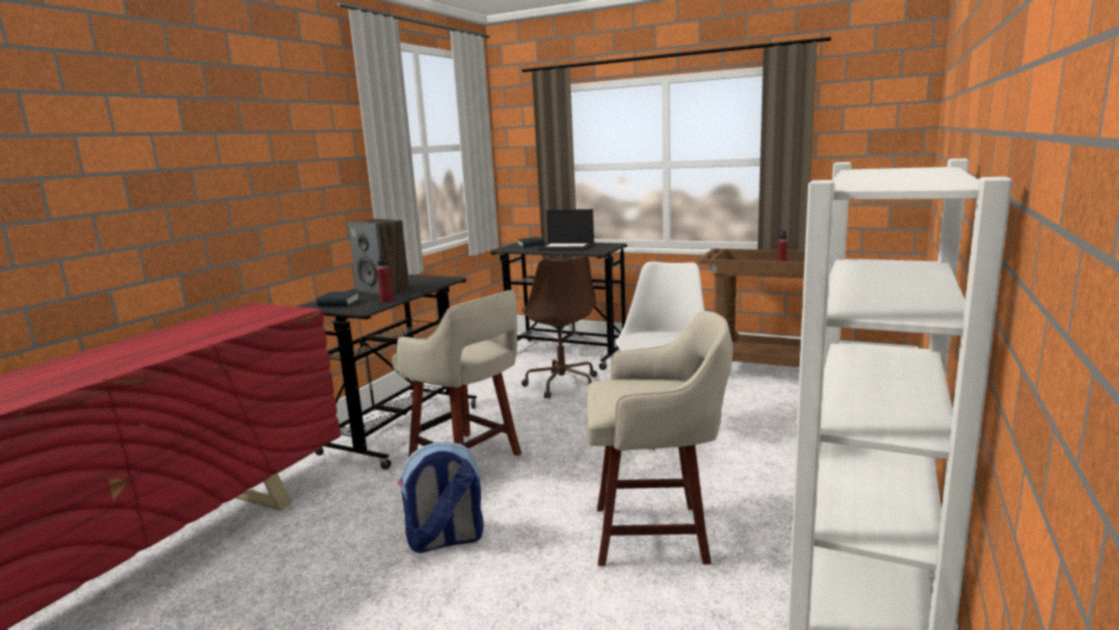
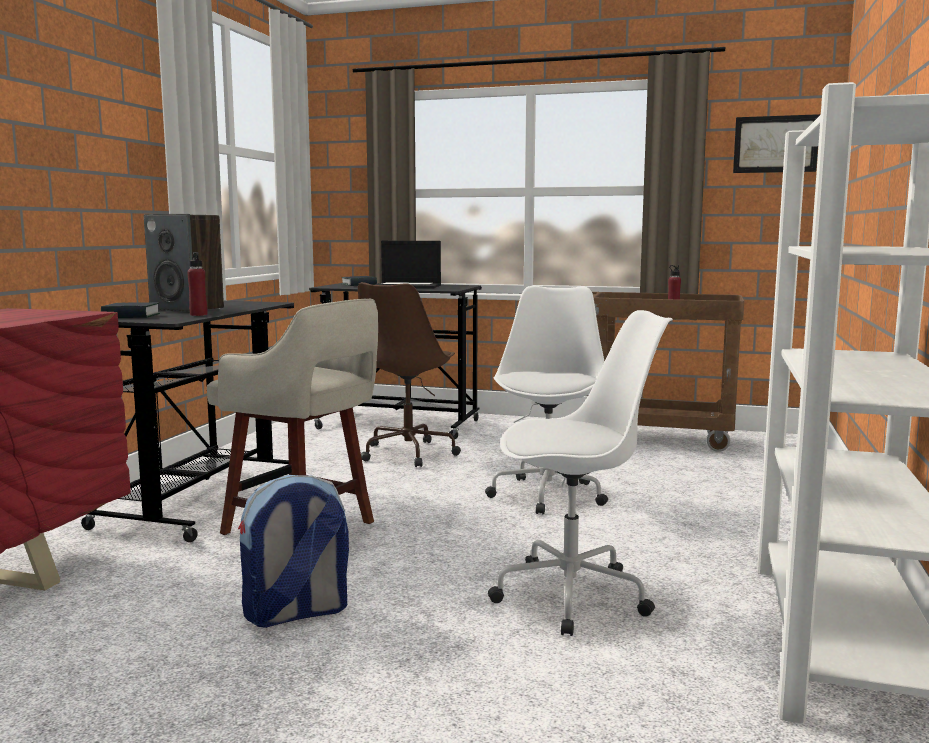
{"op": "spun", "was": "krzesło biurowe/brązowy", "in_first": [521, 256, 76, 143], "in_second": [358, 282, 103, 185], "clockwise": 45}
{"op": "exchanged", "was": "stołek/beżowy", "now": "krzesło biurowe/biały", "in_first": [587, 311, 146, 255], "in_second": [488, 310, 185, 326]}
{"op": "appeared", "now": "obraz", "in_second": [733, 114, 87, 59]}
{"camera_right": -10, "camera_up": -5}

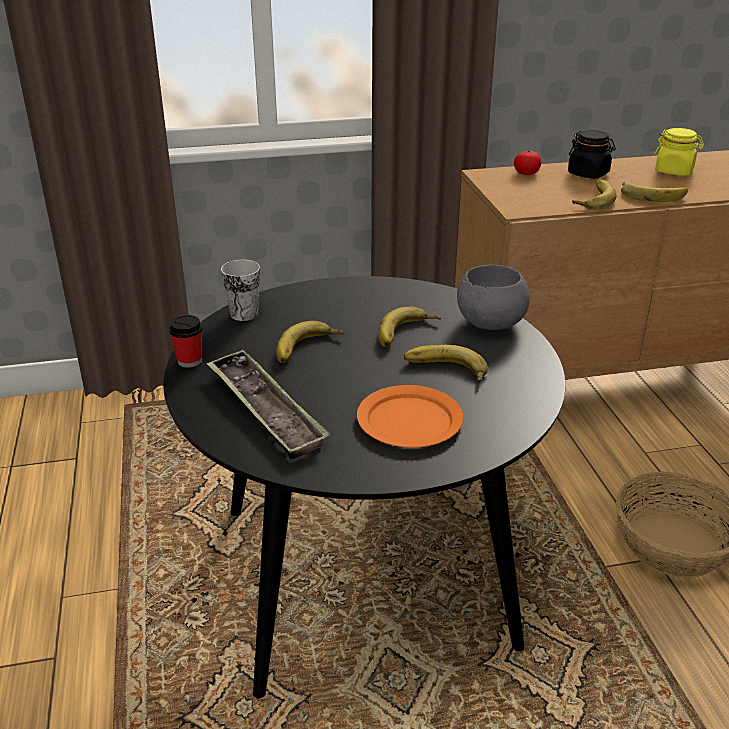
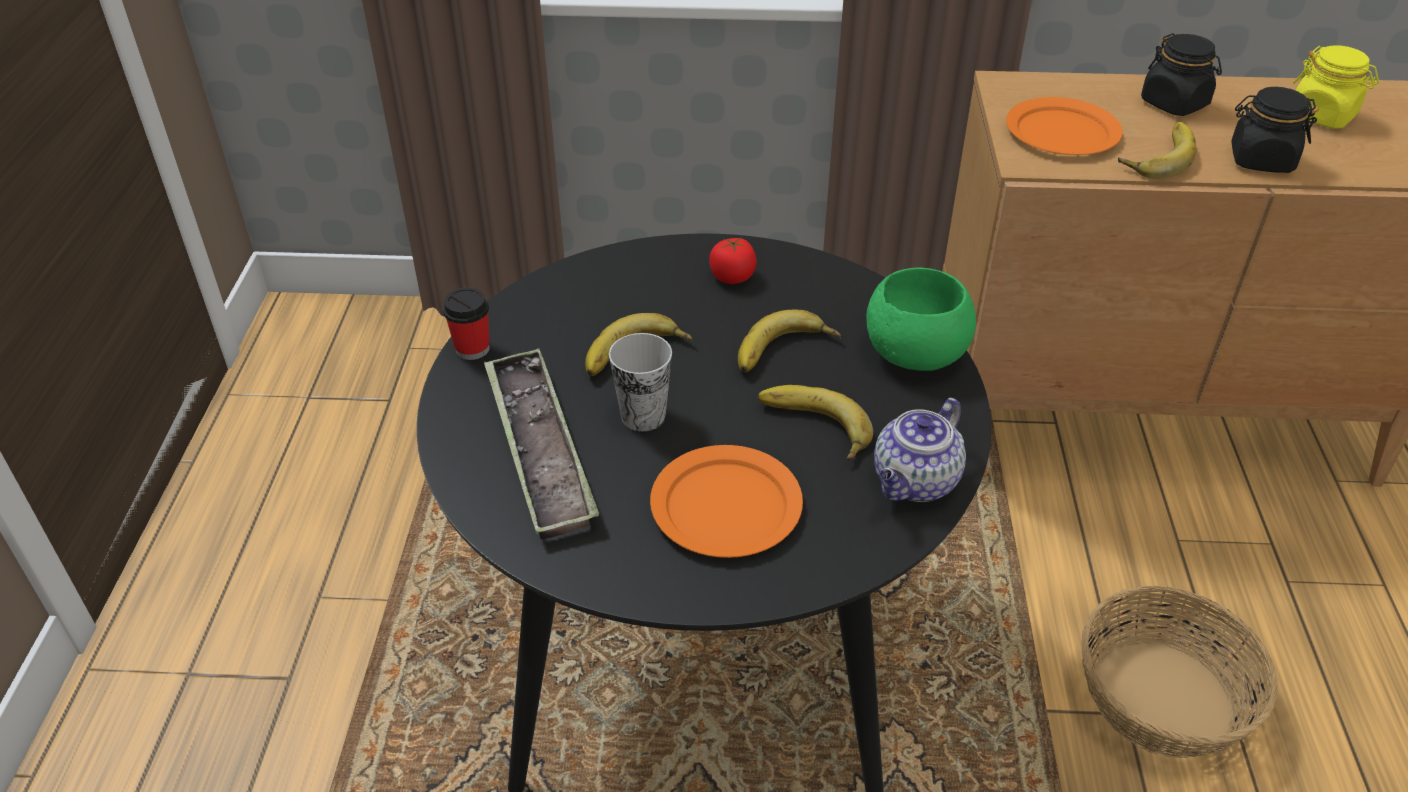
{"op": "relocated", "was": "filiżanka", "in_first": [221, 260, 39, 61], "in_second": [609, 333, 63, 98]}
{"op": "relocated", "was": "pomidor", "in_first": [514, 150, 27, 25], "in_second": [709, 238, 48, 46]}
{"op": "colour", "was": "miska/szary", "now": "miska/zielony", "in_first": [457, 265, 73, 65], "in_second": [866, 268, 110, 103]}
{"op": "appeared", "now": "imbryk", "in_second": [874, 398, 92, 104]}
{"op": "appeared", "now": "talerz/pomarańczowy", "in_second": [1006, 97, 117, 58]}
{"op": "exchanged", "was": "banan", "now": "słoik/czarny", "in_first": [621, 181, 67, 21], "in_second": [1231, 87, 88, 86]}
{"camera_right": 15, "camera_up": 10}

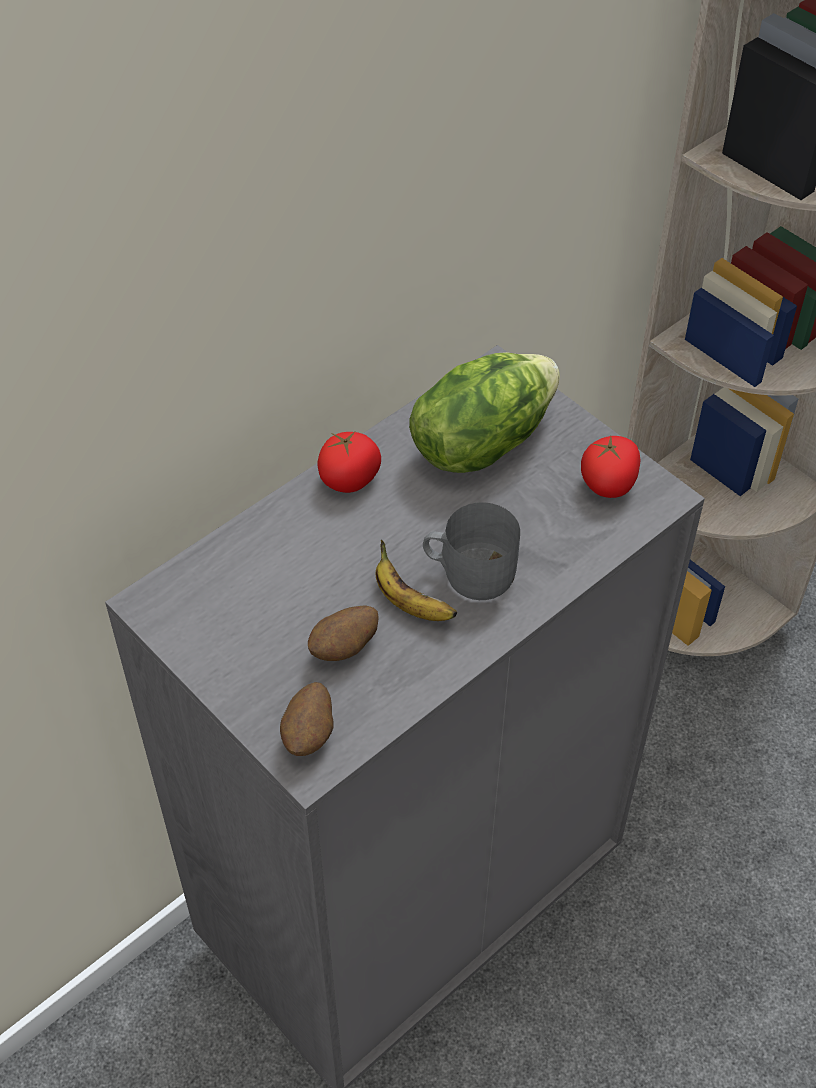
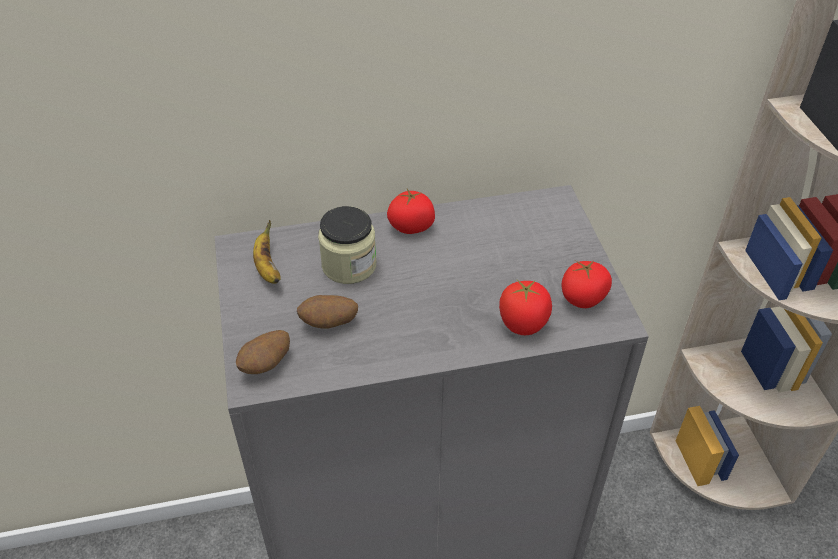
{"op": "relocated", "was": "banan", "in_first": [376, 540, 81, 81], "in_second": [253, 220, 28, 64]}
{"op": "appeared", "now": "słoik", "in_second": [318, 206, 58, 78]}
{"op": "appeared", "now": "pomidor", "in_second": [499, 280, 53, 55]}
{"op": "missing", "was": "sałata", "in_first": [409, 352, 151, 121]}
{"op": "missing", "was": "kubek/szary", "in_first": [423, 502, 97, 98]}
{"camera_right": 30, "camera_up": -5}

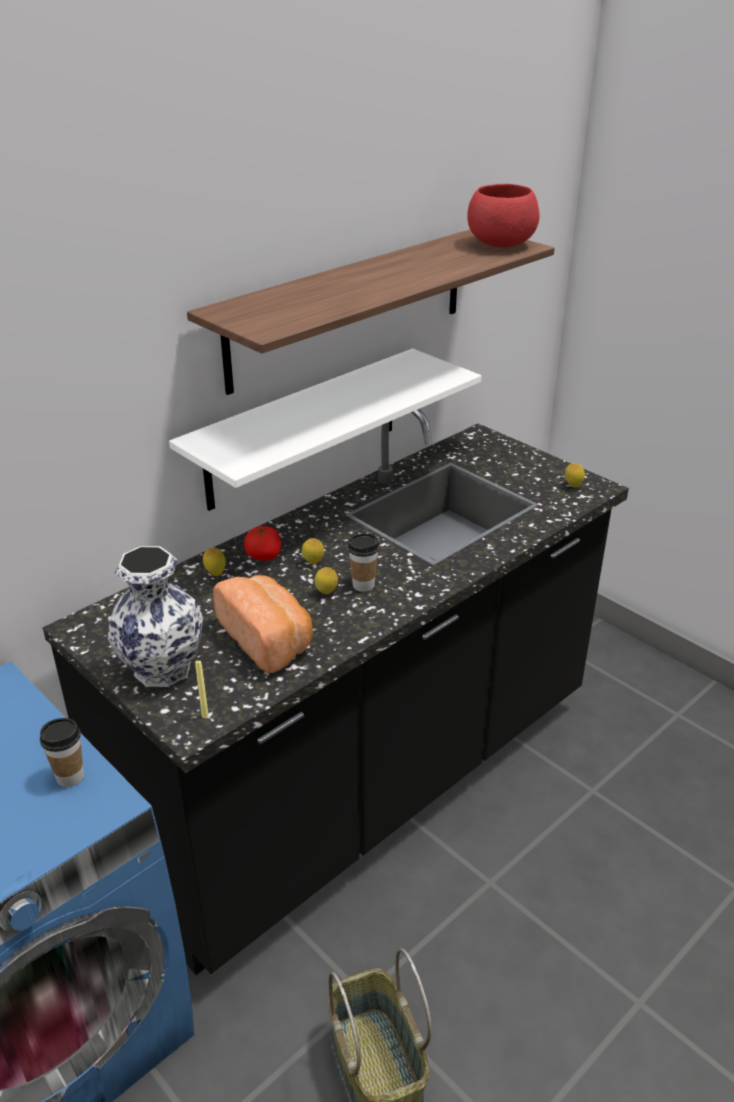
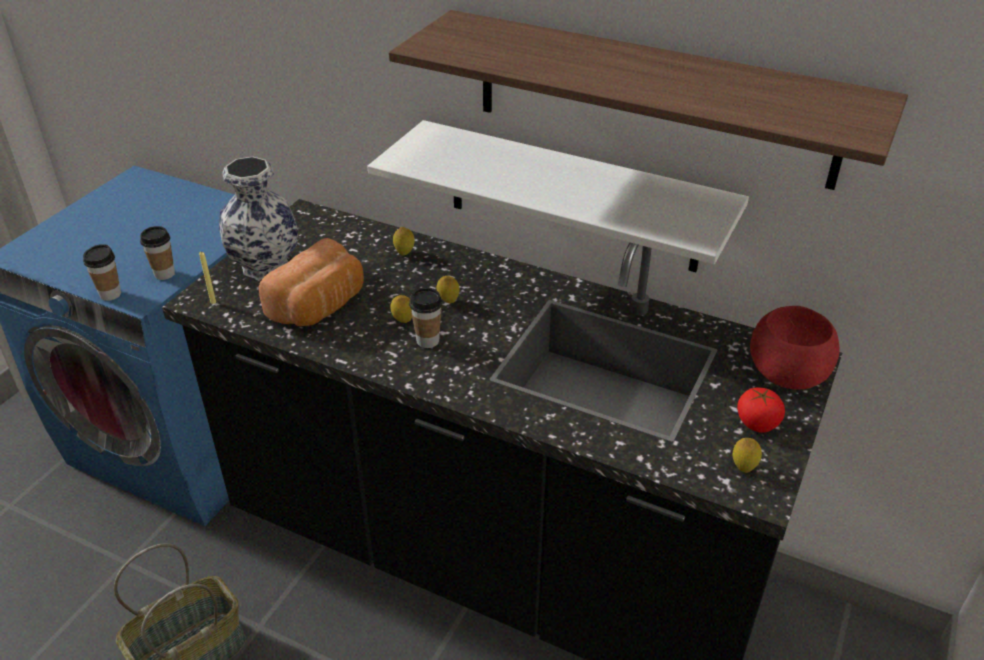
{"op": "appeared", "now": "filiżanka", "in_second": [83, 244, 38, 57]}
{"op": "relocated", "was": "pomidor", "in_first": [244, 526, 37, 35], "in_second": [737, 387, 48, 46]}
{"op": "relocated", "was": "miska/czerwony", "in_first": [467, 184, 73, 64], "in_second": [750, 306, 90, 84]}
{"camera_right": 70, "camera_up": 5}

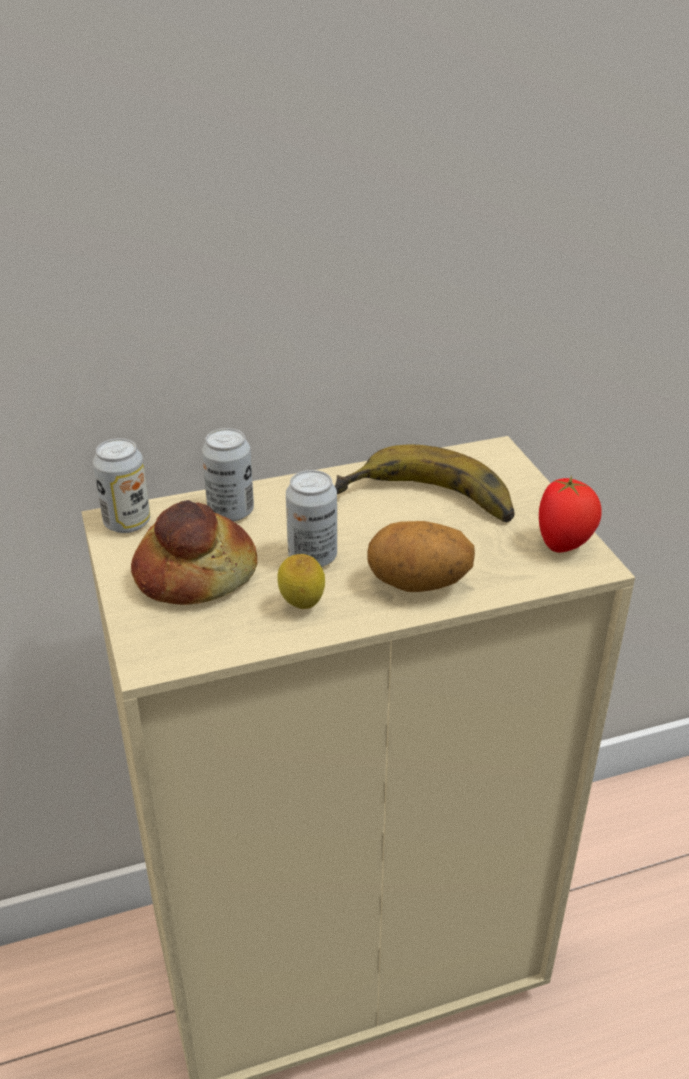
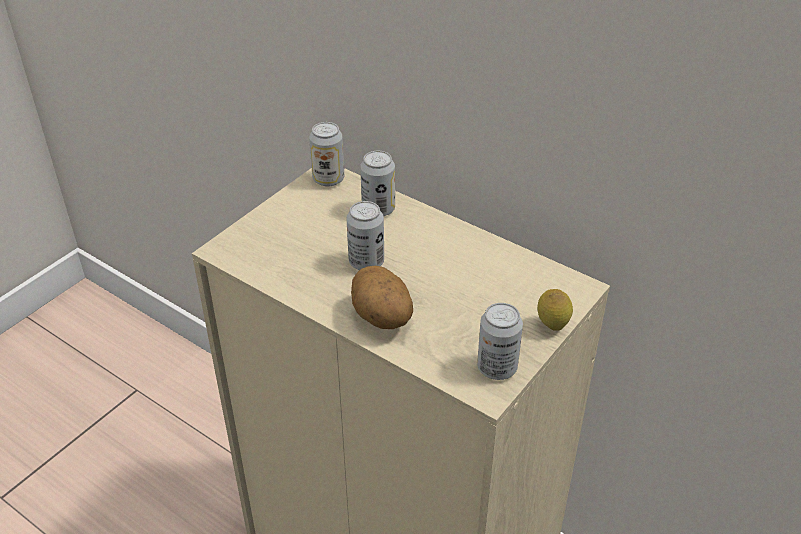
{"op": "exchanged", "was": "pomidor", "now": "puszka", "in_first": [539, 475, 63, 78], "in_second": [477, 303, 46, 77]}
{"op": "relocated", "was": "cytryna", "in_first": [277, 554, 48, 55], "in_second": [537, 289, 36, 42]}
{"op": "missing", "was": "chleb", "in_first": [131, 500, 126, 105]}
{"op": "missing", "was": "banan", "in_first": [335, 445, 180, 78]}
{"camera_right": 55, "camera_up": 5}

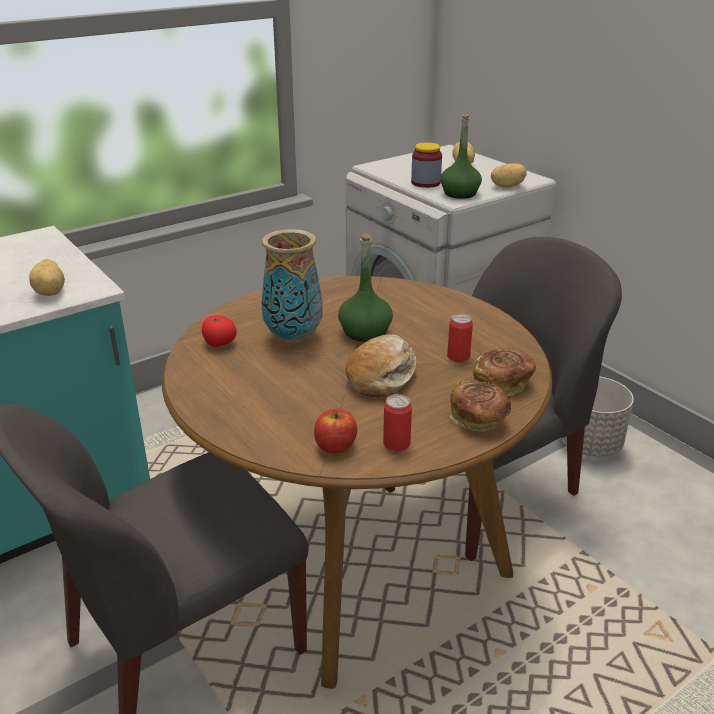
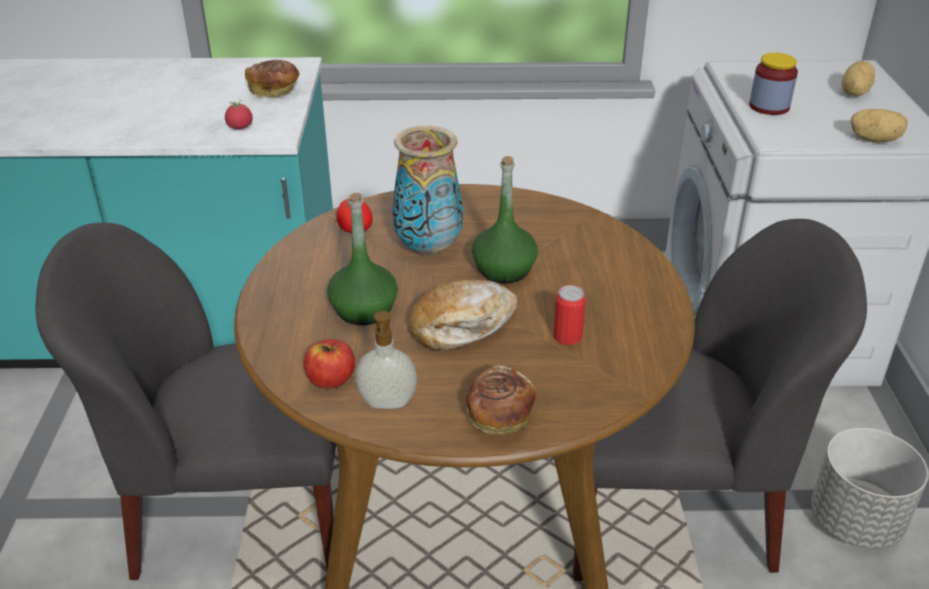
{"op": "exchanged", "was": "ziemniak", "now": "pomidor", "in_first": [29, 259, 36, 37], "in_second": [225, 101, 28, 28]}
{"op": "relocated", "was": "chleb", "in_first": [473, 348, 63, 48], "in_second": [245, 60, 55, 37]}
{"op": "relocated", "was": "butelka/zielony", "in_first": [440, 114, 42, 85], "in_second": [327, 193, 71, 132]}
{"op": "exchanged", "was": "puszka", "now": "dozownik mydła", "in_first": [383, 394, 29, 57], "in_second": [355, 311, 62, 98]}
{"camera_right": 35, "camera_up": 5}

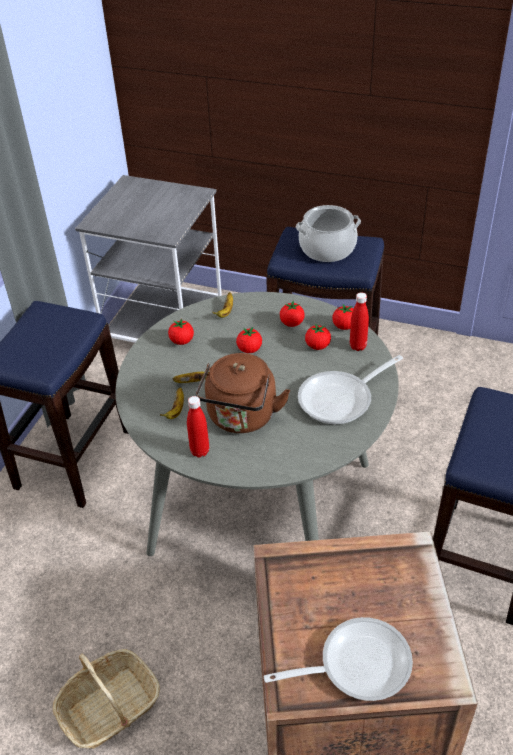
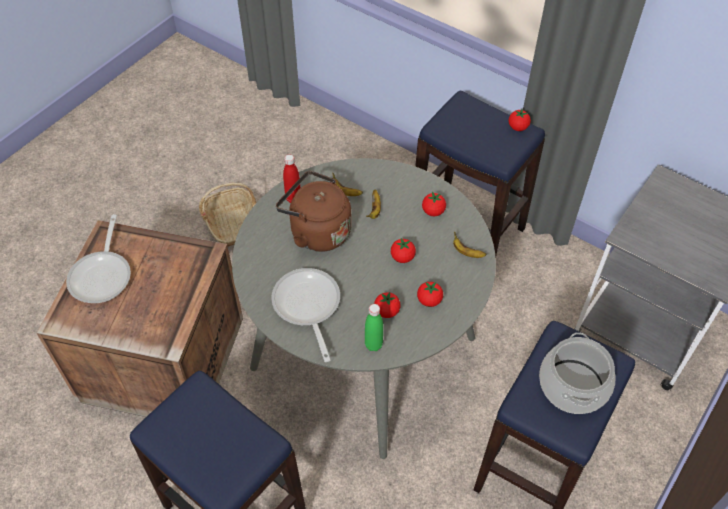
{"op": "colour", "was": "butelka/czerwony", "now": "butelka/zielony", "in_first": [350, 293, 19, 58], "in_second": [365, 304, 18, 47]}
{"op": "relocated", "was": "pomidor", "in_first": [332, 304, 21, 26], "in_second": [508, 109, 23, 22]}
{"camera_right": 105, "camera_up": 10}

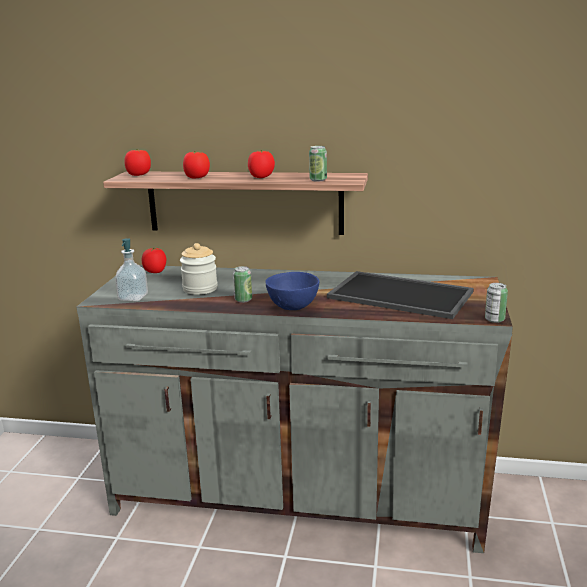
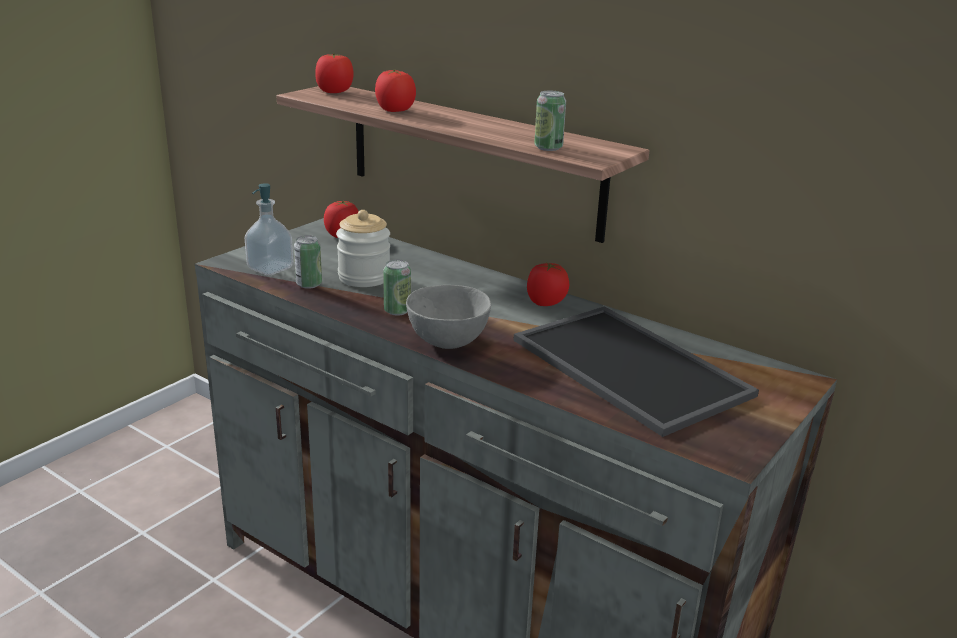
{"op": "relocated", "was": "puszka", "in_first": [485, 283, 23, 40], "in_second": [294, 235, 28, 54]}
{"op": "colour", "was": "miska/niebieski", "now": "miska/szary", "in_first": [265, 272, 54, 38], "in_second": [406, 285, 85, 64]}
{"op": "relocated", "was": "pomidor", "in_first": [248, 150, 27, 28], "in_second": [527, 262, 42, 44]}
{"camera_right": 25, "camera_up": 5}

